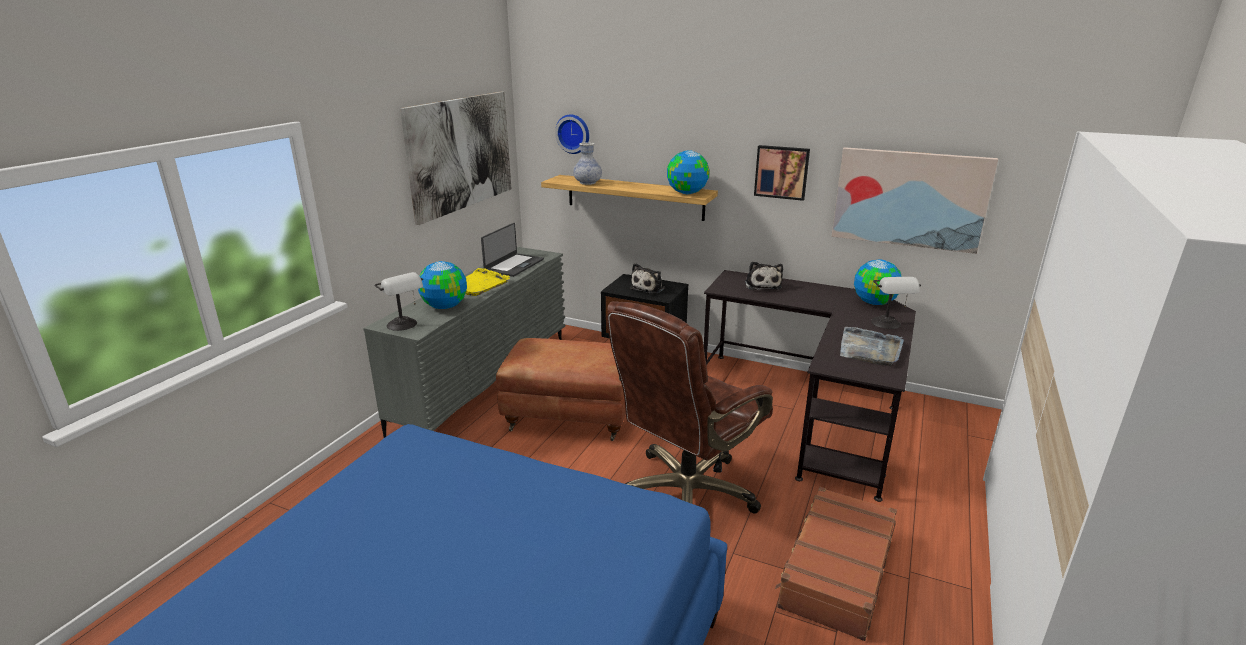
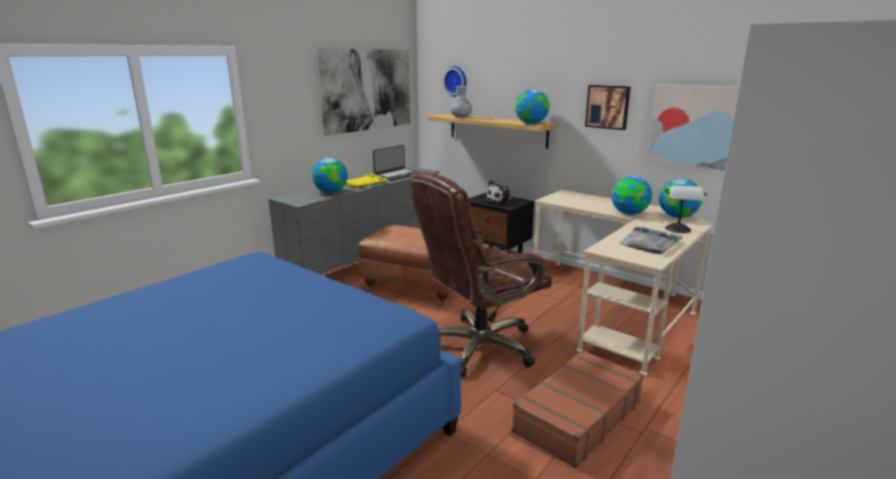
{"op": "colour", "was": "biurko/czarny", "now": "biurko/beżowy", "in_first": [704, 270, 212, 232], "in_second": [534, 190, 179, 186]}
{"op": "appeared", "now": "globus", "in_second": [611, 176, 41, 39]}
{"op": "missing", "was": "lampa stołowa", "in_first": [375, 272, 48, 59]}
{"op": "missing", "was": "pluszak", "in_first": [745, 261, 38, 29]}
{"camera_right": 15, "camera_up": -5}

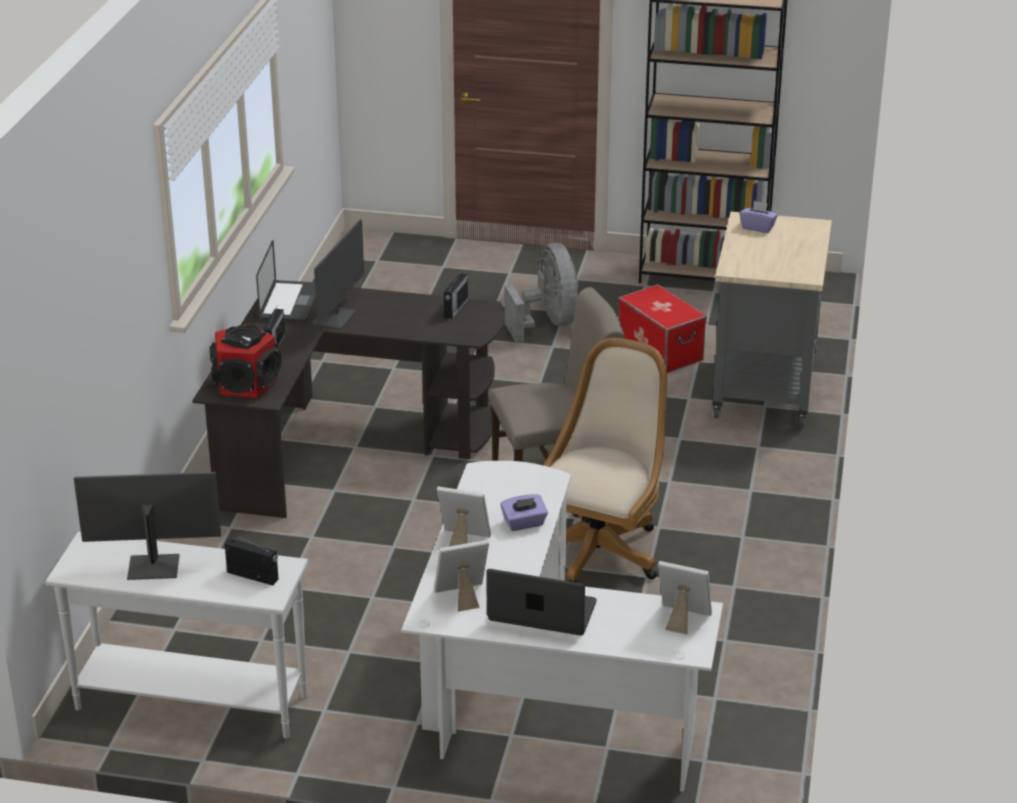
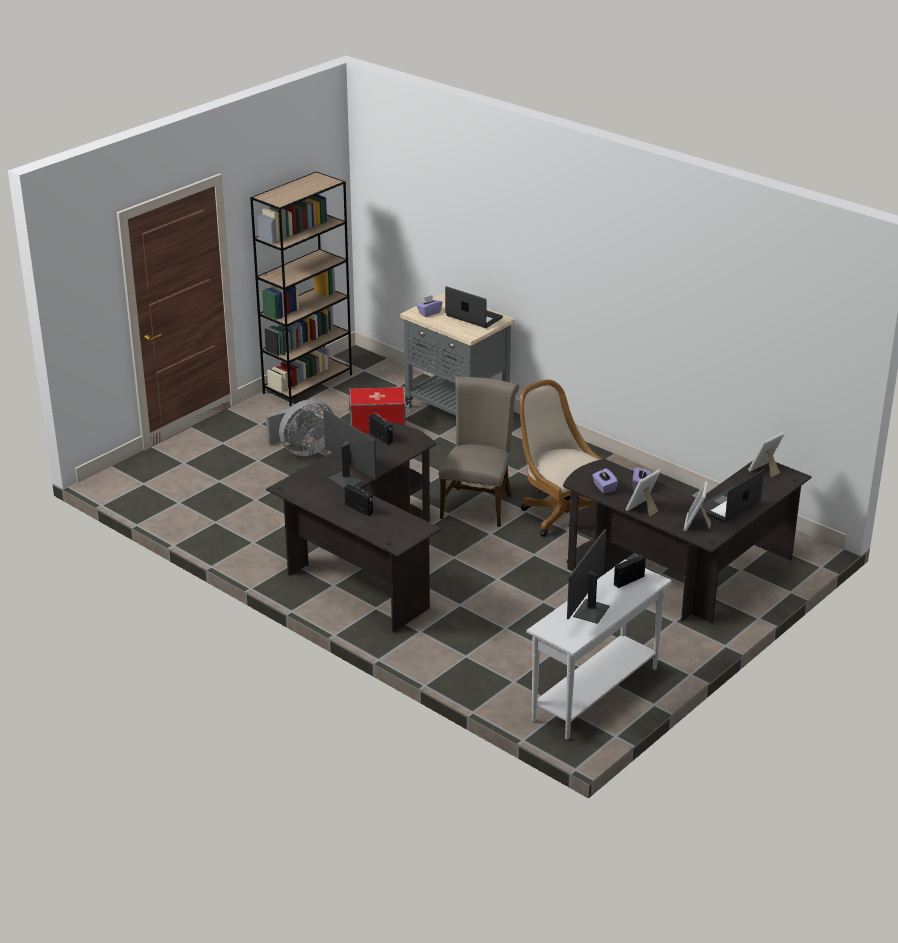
{"op": "spun", "was": "wentylator/szary", "in_first": [505, 243, 74, 100], "in_second": [266, 399, 68, 57], "clockwise": 135}
{"op": "relocated", "was": "laptop", "in_first": [256, 240, 60, 82], "in_second": [445, 286, 58, 42]}
{"op": "colour", "was": "biurko/biały", "now": "biurko/czarny", "in_first": [401, 461, 322, 331], "in_second": [563, 459, 249, 164]}
{"op": "appeared", "now": "pudełko chusteczek/fioletowy", "in_second": [592, 468, 26, 26]}
{"op": "missing", "was": "głośnik", "in_first": [209, 324, 73, 74]}
{"camera_right": -60, "camera_up": 0}

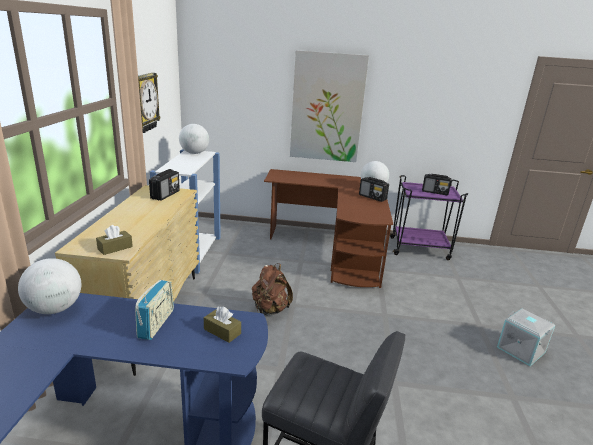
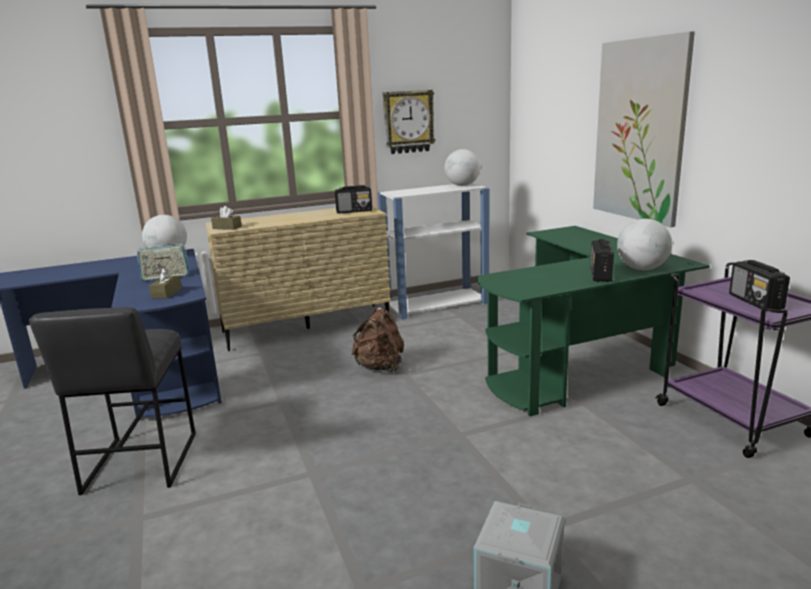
{"op": "colour", "was": "biurko/brązowy", "now": "biurko/zielony", "in_first": [264, 169, 129, 119], "in_second": [477, 226, 233, 191]}
{"camera_right": 65, "camera_up": -5}

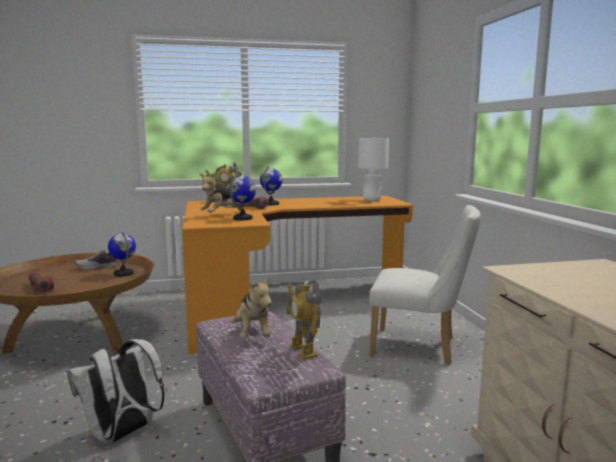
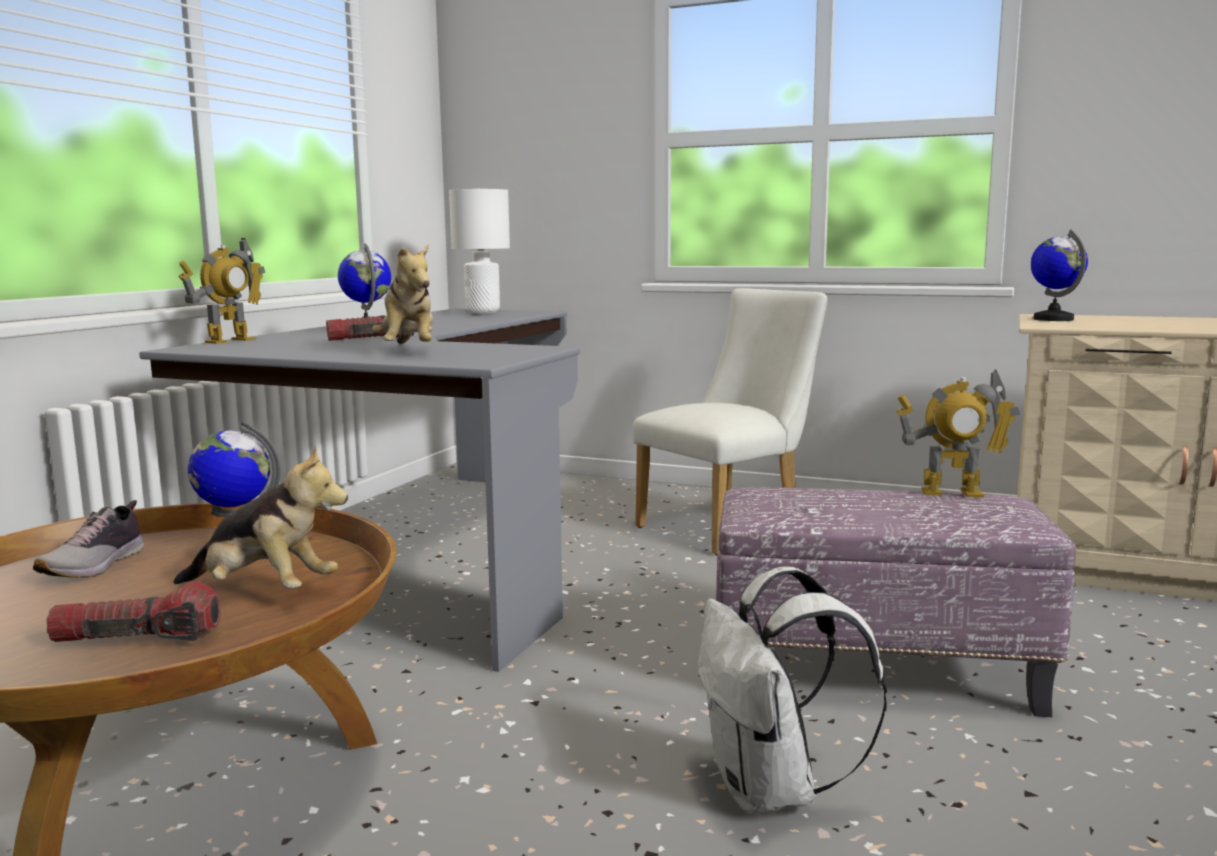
{"op": "colour", "was": "biurko/pomarańczowy", "now": "biurko/szary", "in_first": [182, 196, 232, 158], "in_second": [139, 309, 441, 363]}
{"op": "relocated", "was": "pluszak", "in_first": [229, 276, 43, 62], "in_second": [174, 445, 174, 144]}
{"op": "relocated", "was": "globus", "in_first": [229, 173, 27, 48], "in_second": [1031, 229, 57, 92]}
{"camera_right": -55, "camera_up": 0}

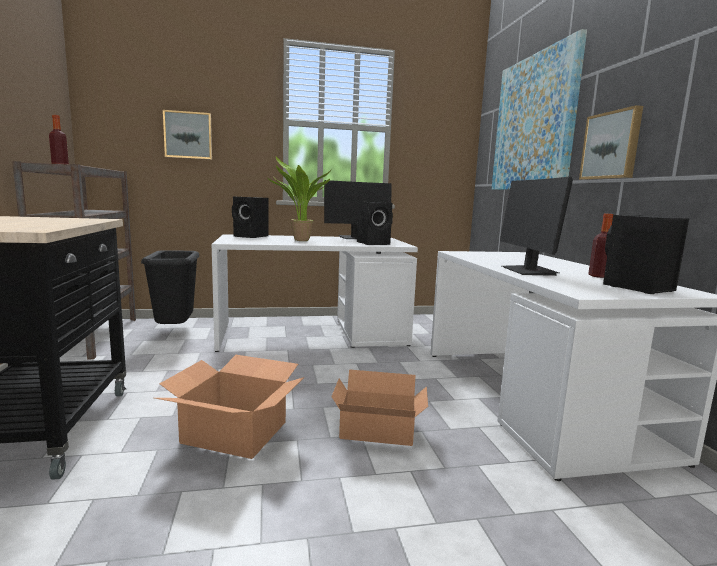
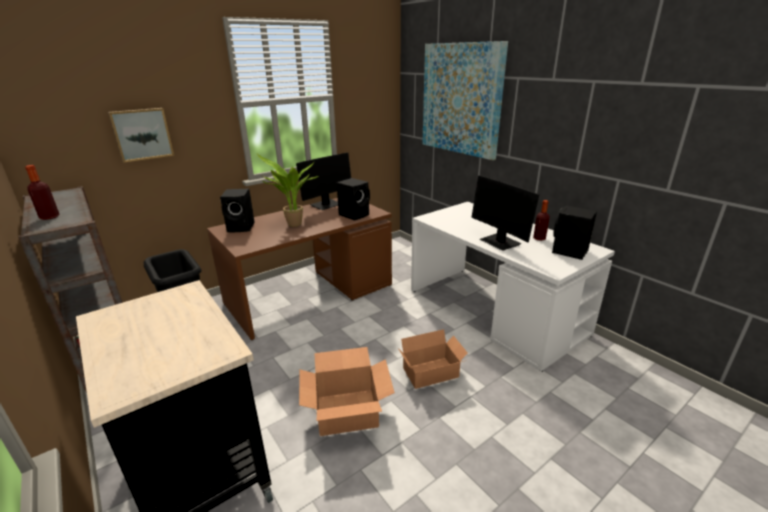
{"op": "colour", "was": "biurko/biały", "now": "biurko/brązowy", "in_first": [212, 234, 206, 118], "in_second": [207, 198, 185, 142]}
{"op": "missing", "was": "obraz", "in_first": [579, 105, 64, 75]}
{"camera_right": -25, "camera_up": 15}

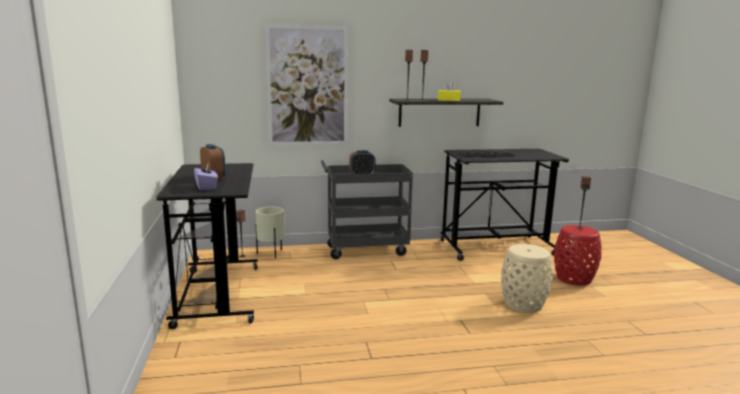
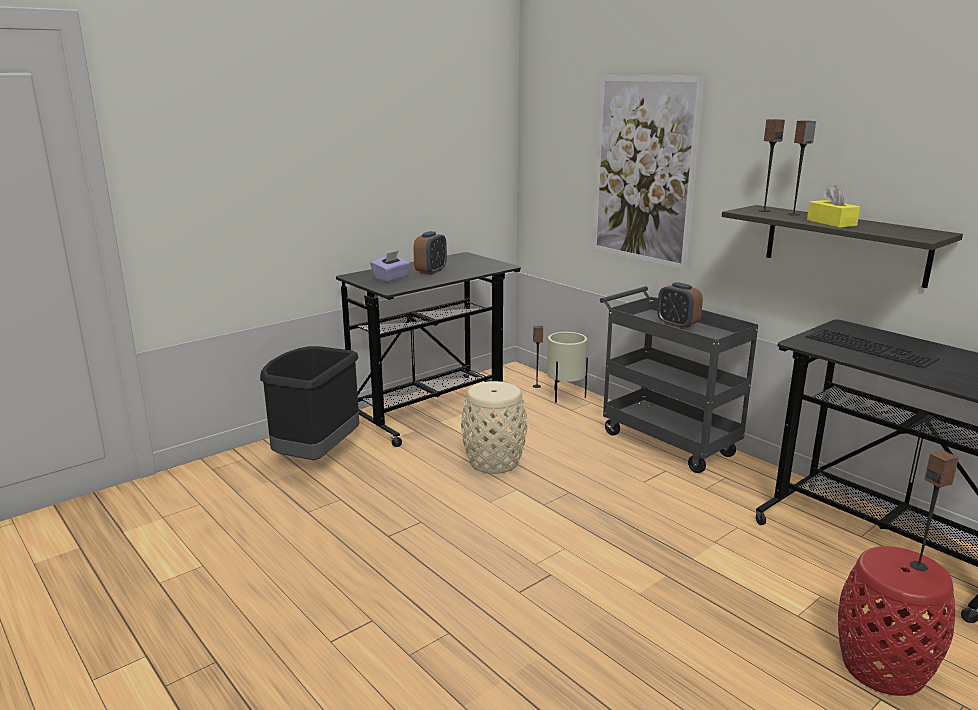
{"op": "appeared", "now": "kosz na śmieci/czarny", "in_second": [260, 346, 99, 114]}
{"op": "relocated", "was": "stołek/beżowy", "in_first": [501, 244, 52, 69], "in_second": [461, 381, 66, 93]}
{"camera_right": 60, "camera_up": 5}

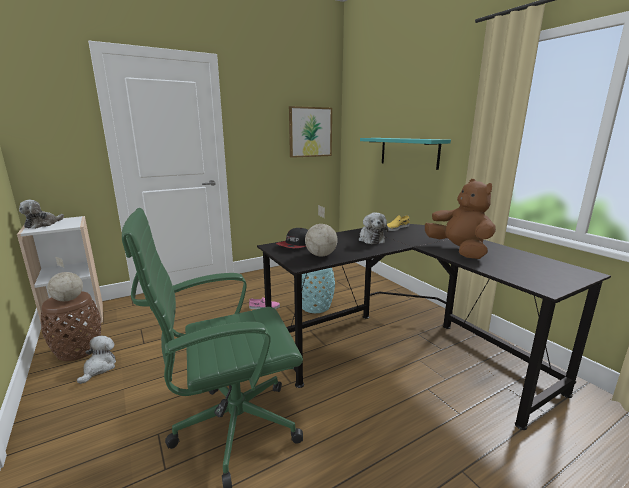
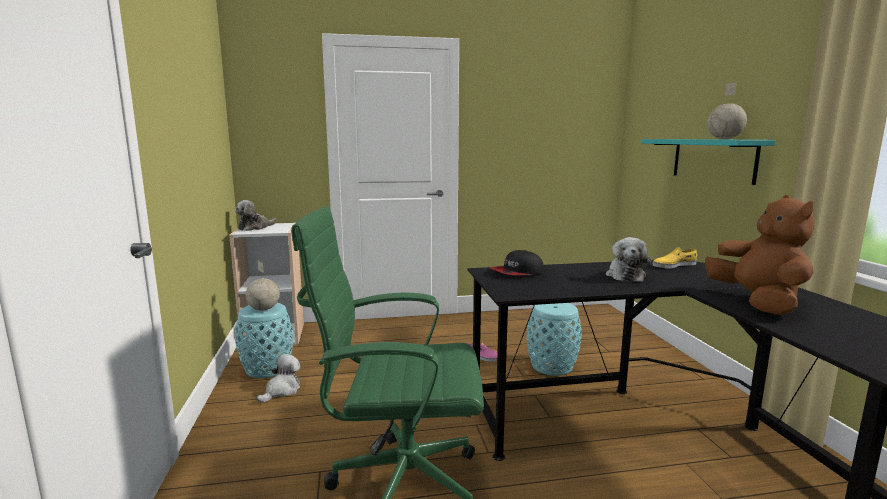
{"op": "colour", "was": "stołek/brązowy", "now": "stołek/turkusowy", "in_first": [41, 291, 60, 70], "in_second": [235, 303, 58, 75]}
{"op": "relocated", "was": "globus", "in_first": [305, 205, 33, 51], "in_second": [707, 82, 40, 57]}
{"op": "missing", "was": "obraz", "in_first": [289, 106, 43, 52]}
{"camera_right": 20, "camera_up": -5}

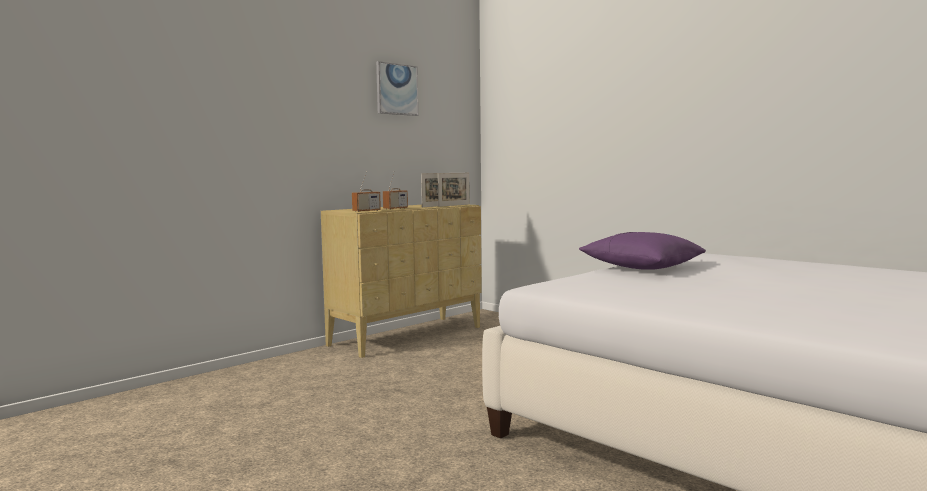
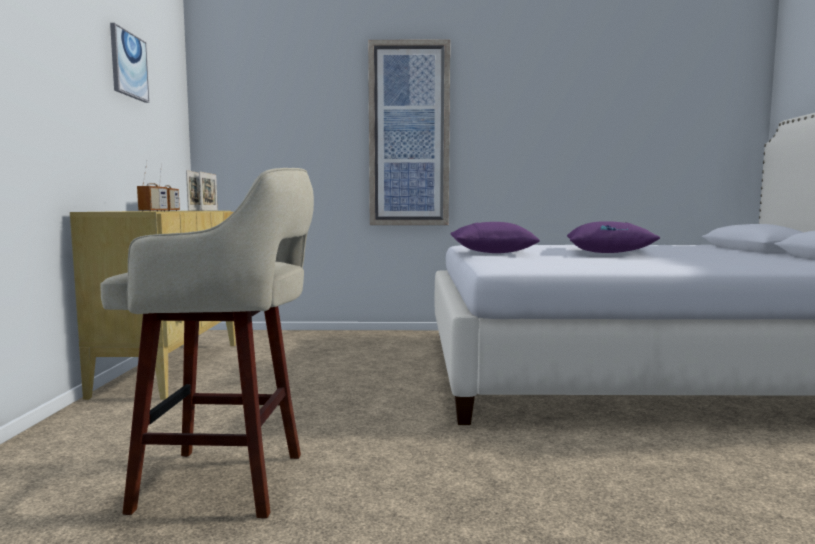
{"op": "appeared", "now": "stołek/beżowy", "in_second": [101, 168, 213, 350]}
{"op": "appeared", "now": "obraz", "in_second": [368, 40, 82, 185]}
{"op": "appeared", "now": "poduszka/fioletowy", "in_second": [567, 221, 93, 32]}
{"camera_right": -45, "camera_up": 0}

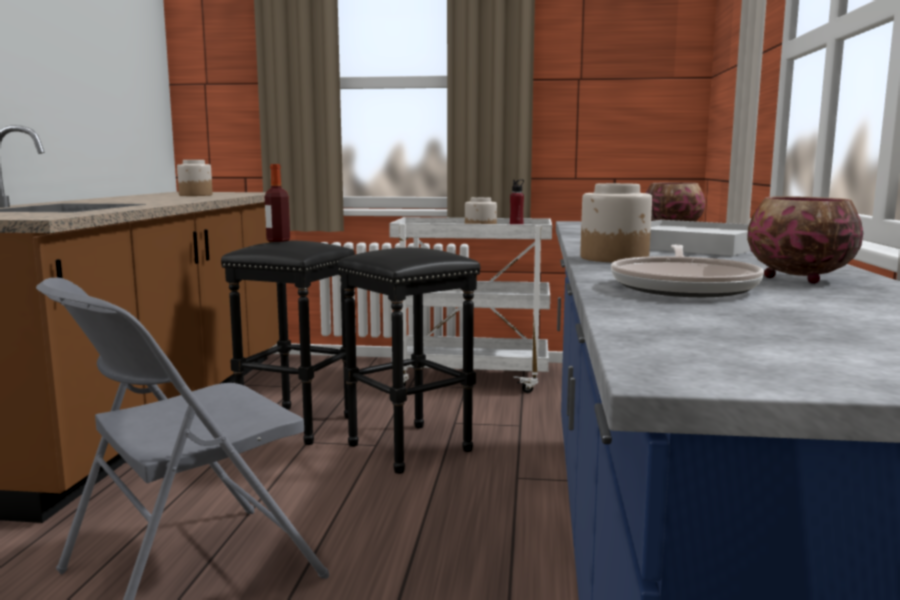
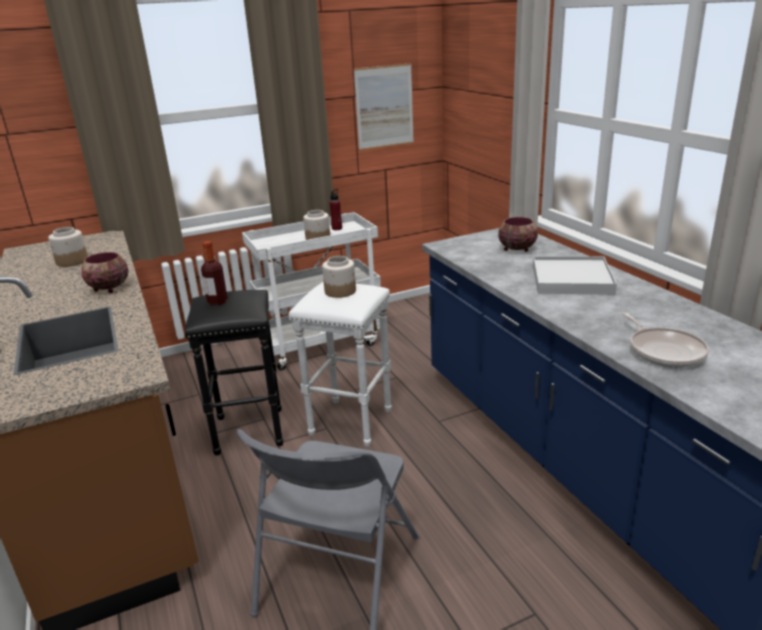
{"op": "relocated", "was": "miska", "in_first": [747, 196, 116, 88], "in_second": [81, 252, 47, 41]}
{"op": "colour", "was": "stołek/czarny", "now": "stołek/biały", "in_first": [337, 248, 143, 226], "in_second": [289, 282, 103, 165]}
{"op": "relocated", "was": "słoik", "in_first": [580, 183, 72, 79], "in_second": [322, 256, 34, 42]}
{"op": "appeared", "now": "obraz", "in_second": [354, 63, 60, 88]}
{"camera_right": -30, "camera_up": 15}

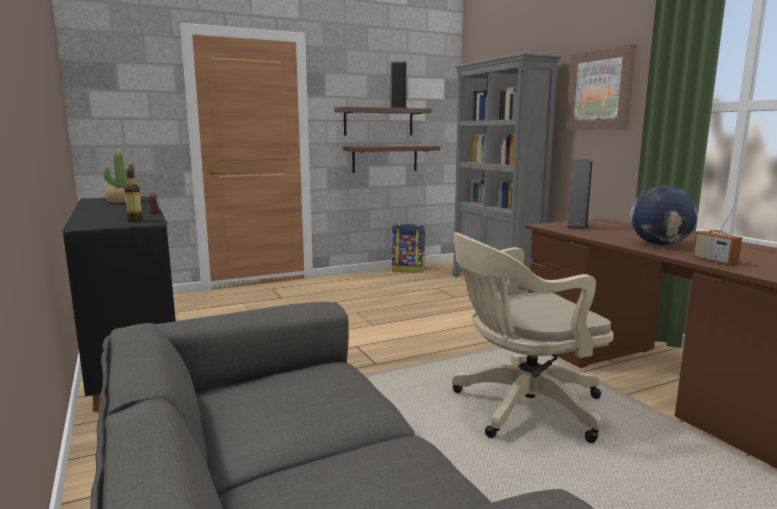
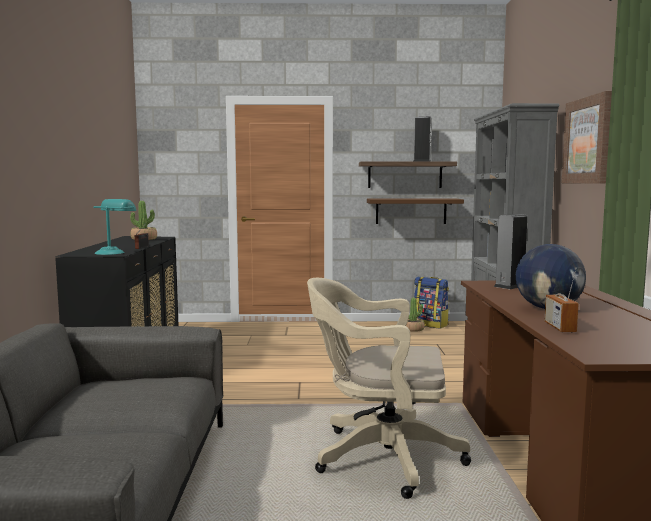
{"op": "exchanged", "was": "butelka", "now": "lampa stołowa/turkusowy", "in_first": [124, 168, 19, 53], "in_second": [93, 199, 43, 56]}
{"op": "appeared", "now": "roślina doniczkowa", "in_second": [406, 297, 19, 35]}
{"camera_right": 25, "camera_up": -5}

